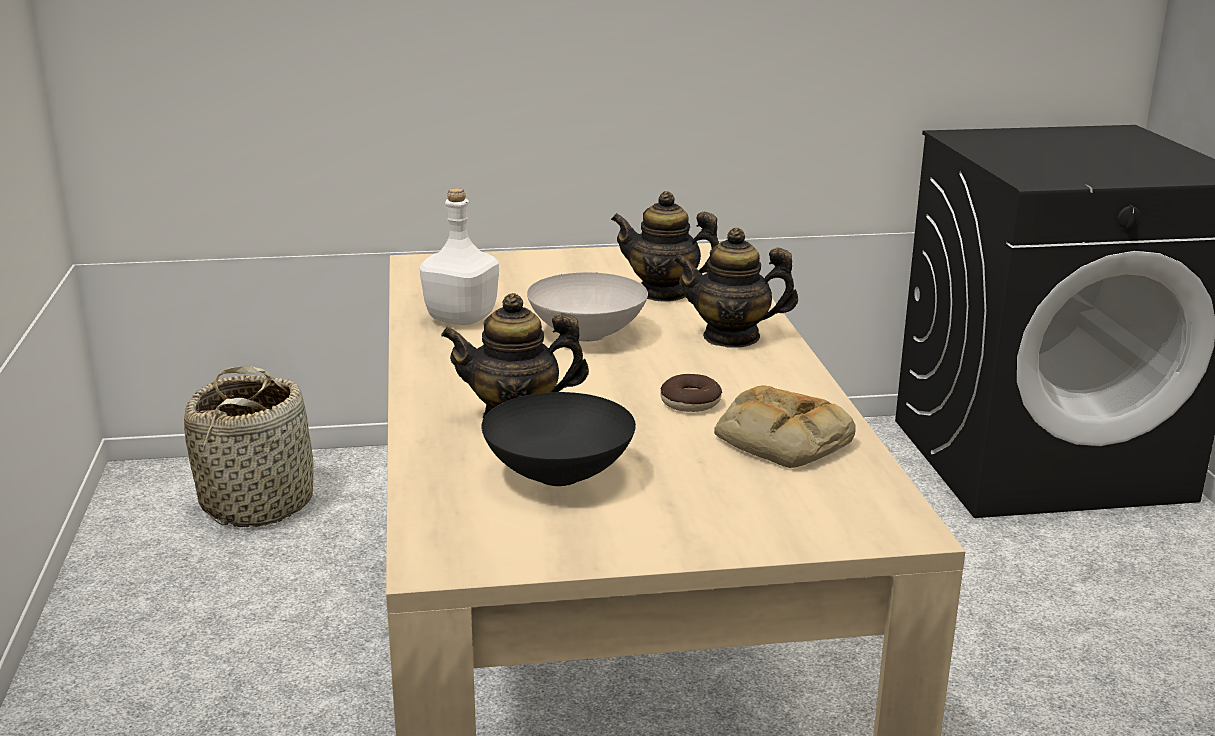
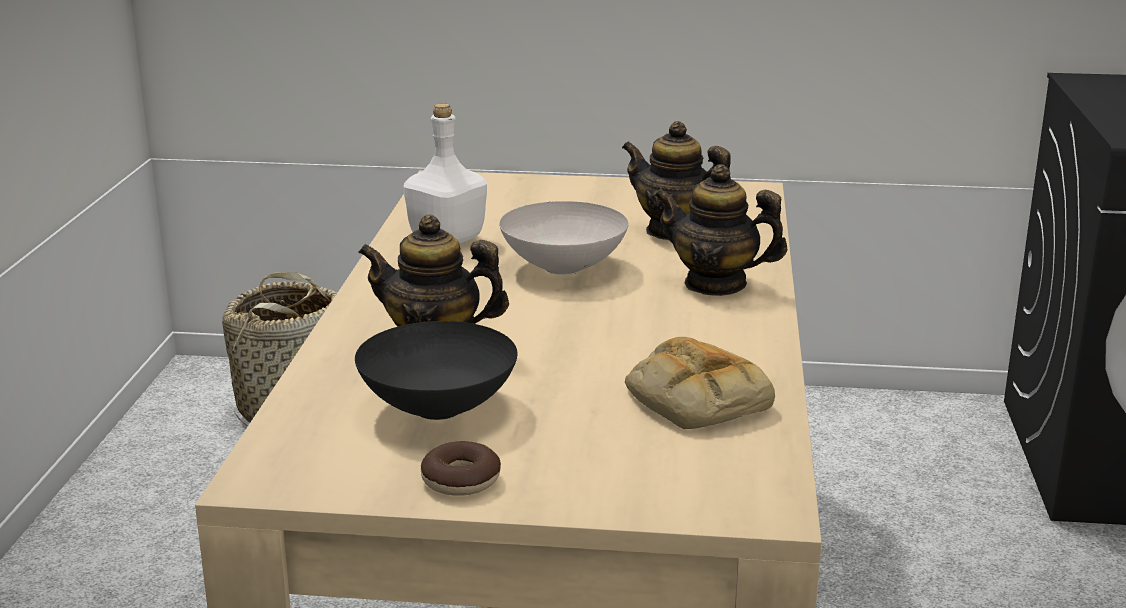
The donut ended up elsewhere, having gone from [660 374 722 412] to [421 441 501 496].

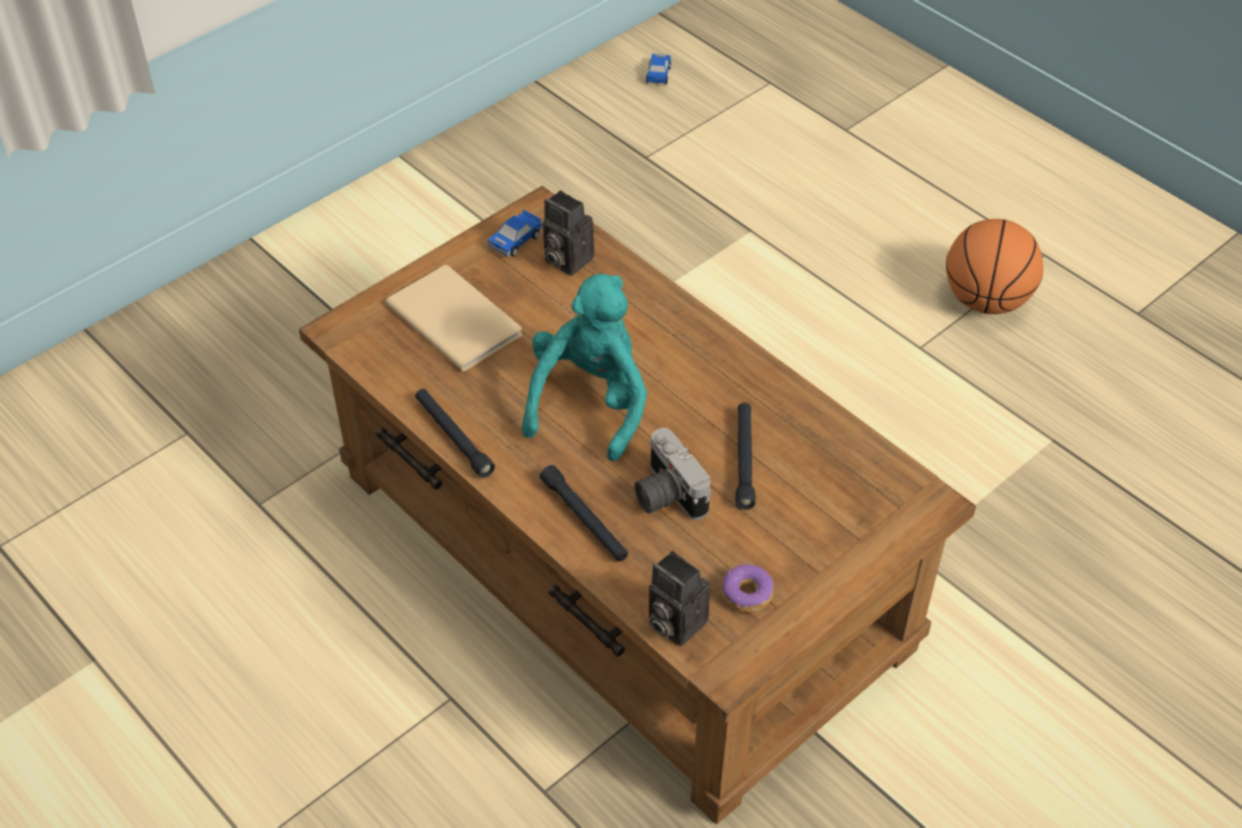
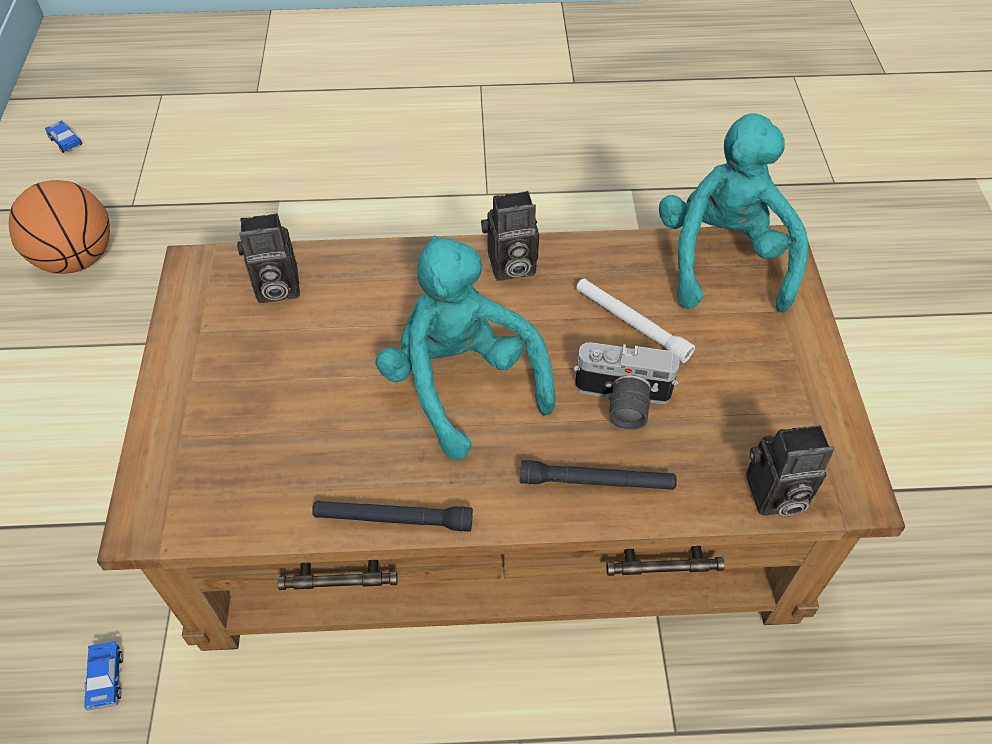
The second view lost the beige book at [386 265 522 371].
The second view lost the donut at [722 564 773 613].
The second view gained the photo camera at [481 191 539 281].
The second view gained the turquoise plush toy at [659 113 808 312].
The toy car ended up elsewhere, having gone from [487 210 542 257] to [84 641 123 711].
The basketball ended up elsewhere, having gone from [946 219 1043 314] to [9 180 110 274].
What was the black flashlight at [735 403 756 510] turned into the white flashlight at [577 278 695 363].

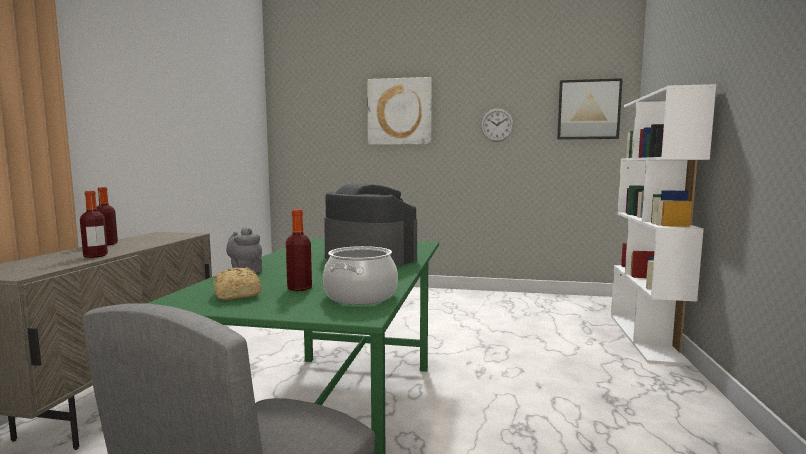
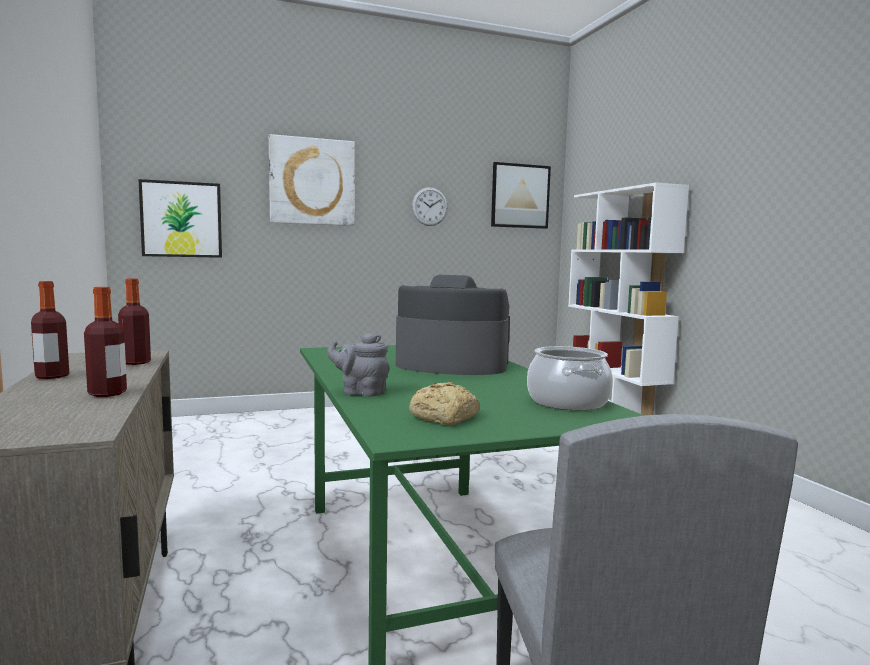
The second view gained the picture at [138 179 222 258].
The bottle ended up elsewhere, having gone from [286 209 312 291] to [118 279 151 365].

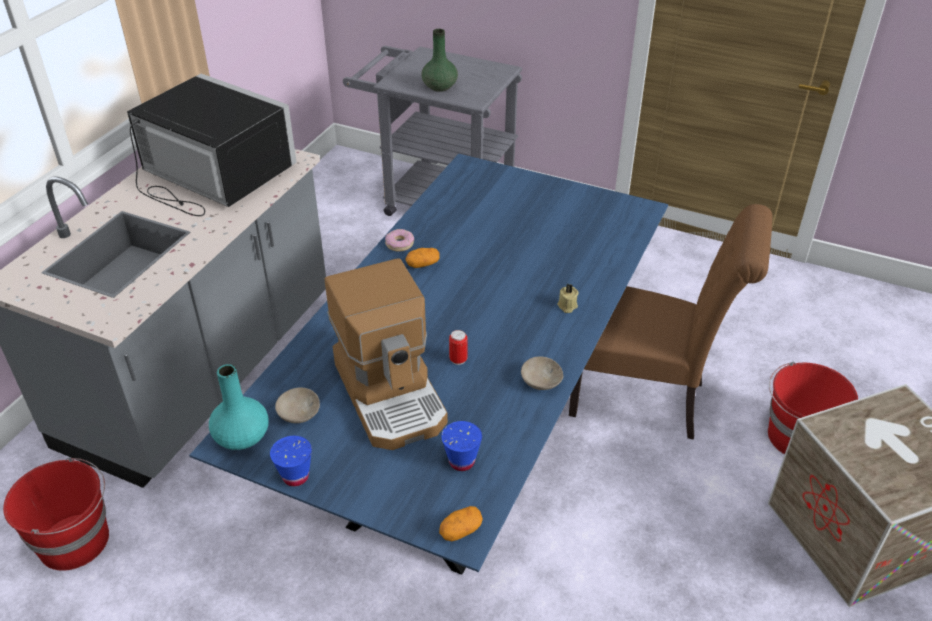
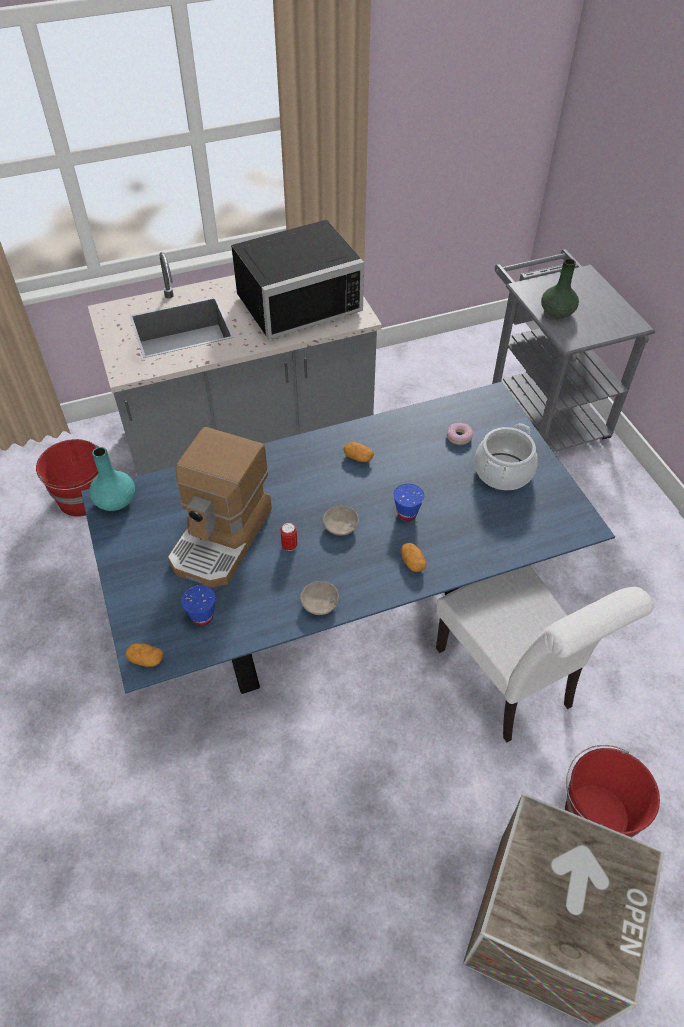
The second view gained the cooking pot at [474 423 538 490].
The blue cup ended up elsewhere, having gone from [270 436 312 487] to [394 484 424 521].
The beige bowl ended up elsewhere, having gone from [275 387 320 423] to [323 506 359 536].
The donut ended up elsewhere, having gone from [385 229 414 252] to [447 423 473 445].
Where the beige candle stood at [557 284 578 313], the potato came to stand at [401 543 427 572].
What was the brown chair at [569 204 772 440] turned into the white chair at [436 565 654 743].
The black microwave at [127 74 297 216] ended up facing another way, 75 degrees clockwise from before.

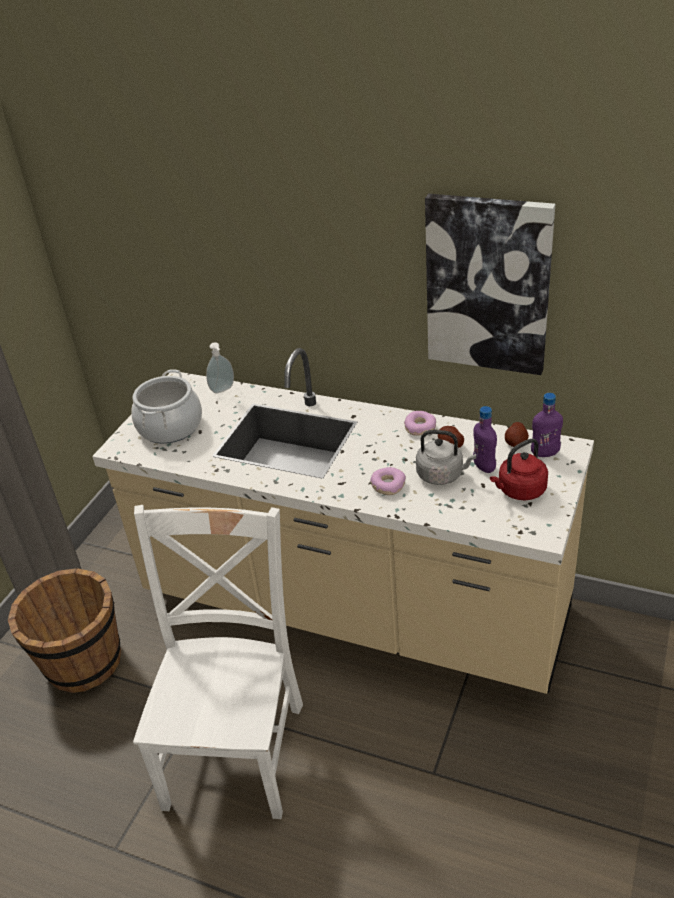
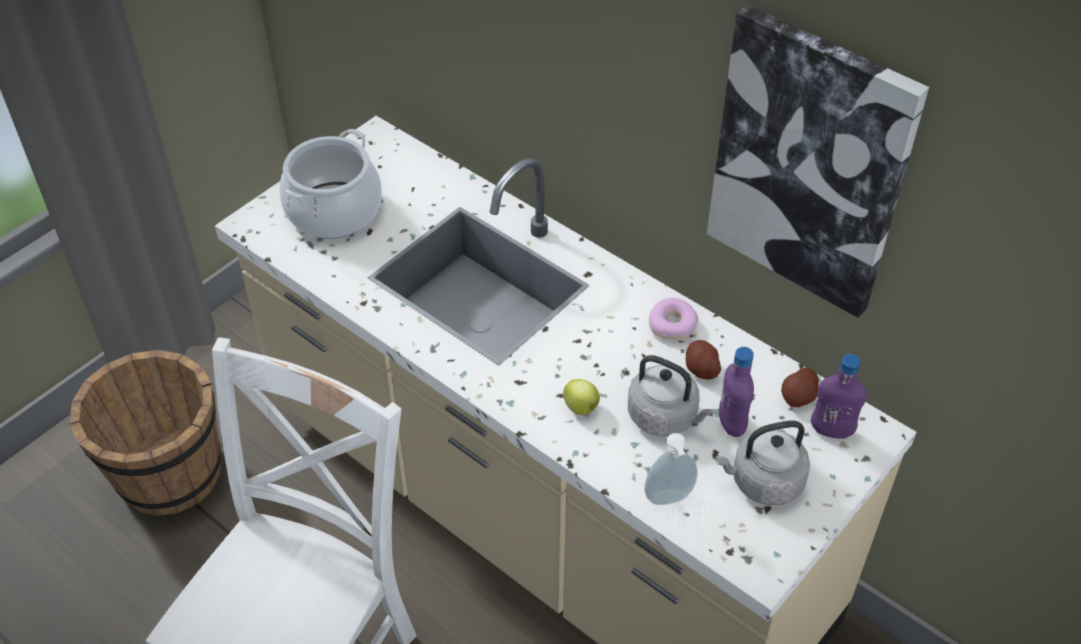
The soap dispenser ended up elsewhere, having gone from [206 342 234 394] to [644 433 698 505].
Where the donut stood at [370 467 406 495], the apple came to stand at [563 379 600 415].
What was the red kettle at [490 439 548 501] turned into the grey kettle at [715 421 810 505].

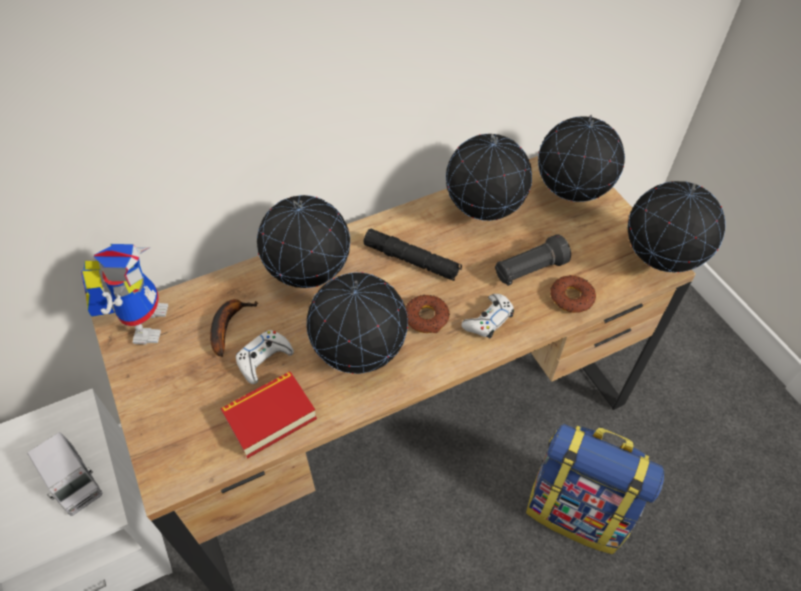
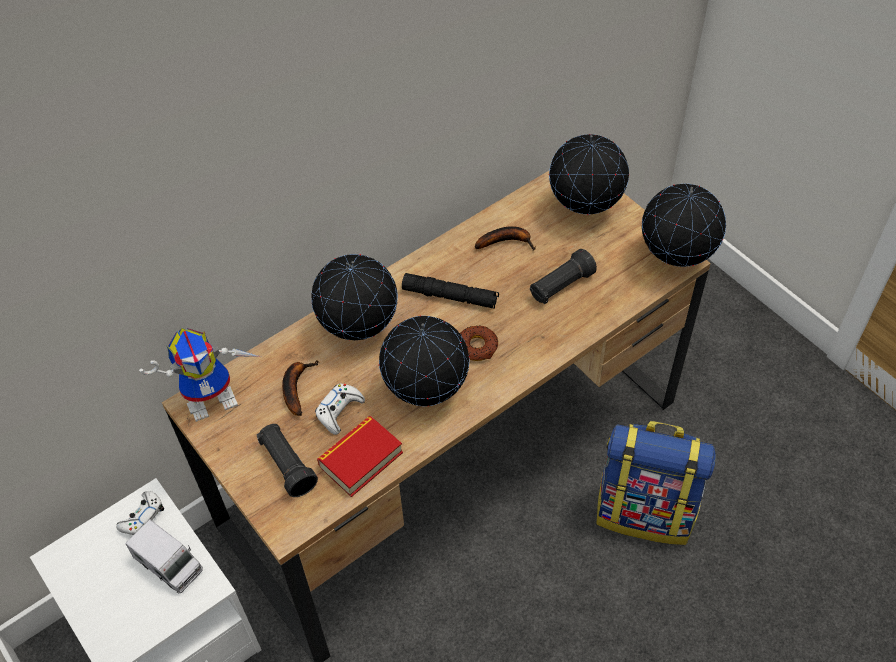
The second view lost the donut at [550 275 596 313].
The second view gained the black flashlight at [256 424 318 497].
The white game controller ended up elsewhere, having gone from [462 294 514 338] to [116 491 164 535].
Where the globe stood at [446 134 532 221], the banana came to stand at [475 226 536 250].
The toy robot at [81 244 168 345] ended up facing another way, 75 degrees clockwise from before.

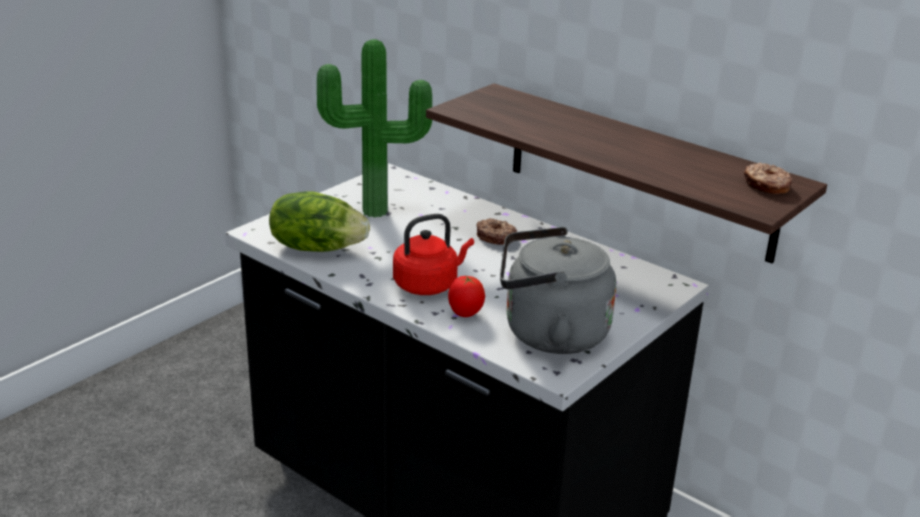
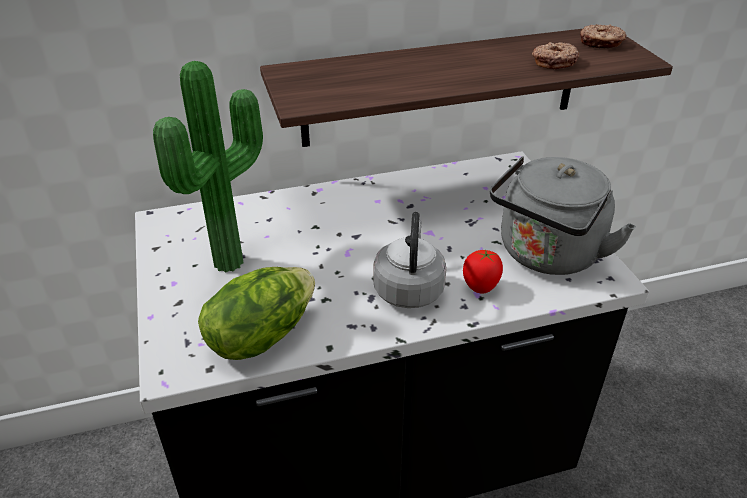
The donut ended up elsewhere, having gone from [477 218 517 245] to [532 42 579 69].
What was the red kettle at [393 214 474 295] turned into the grey kettle at [373 212 447 308].

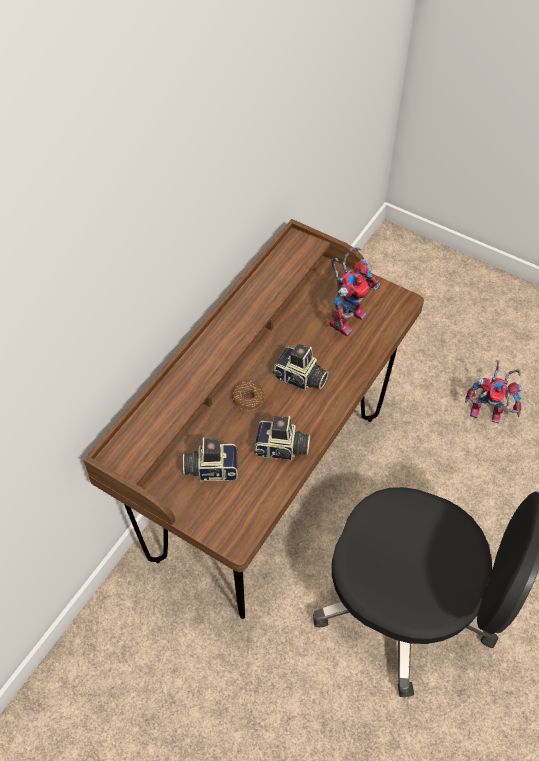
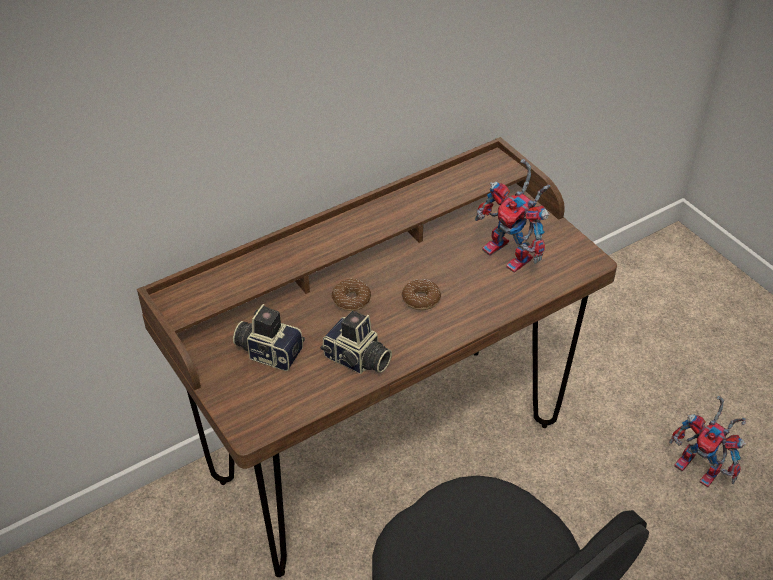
Where the photo camera stood at [273 344 329 390], the donut came to stand at [401 279 441 310].
The toy robot at [330 247 380 337] ended up facing another way, 75 degrees clockwise from before.

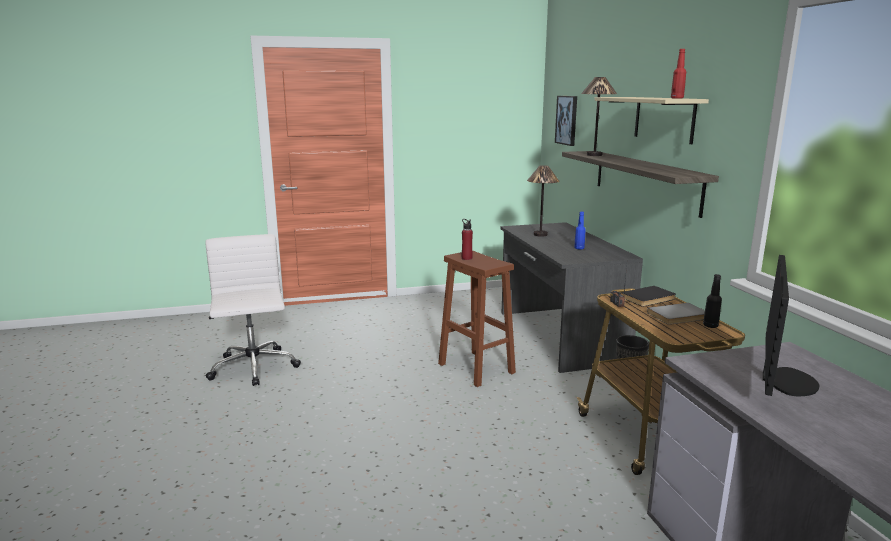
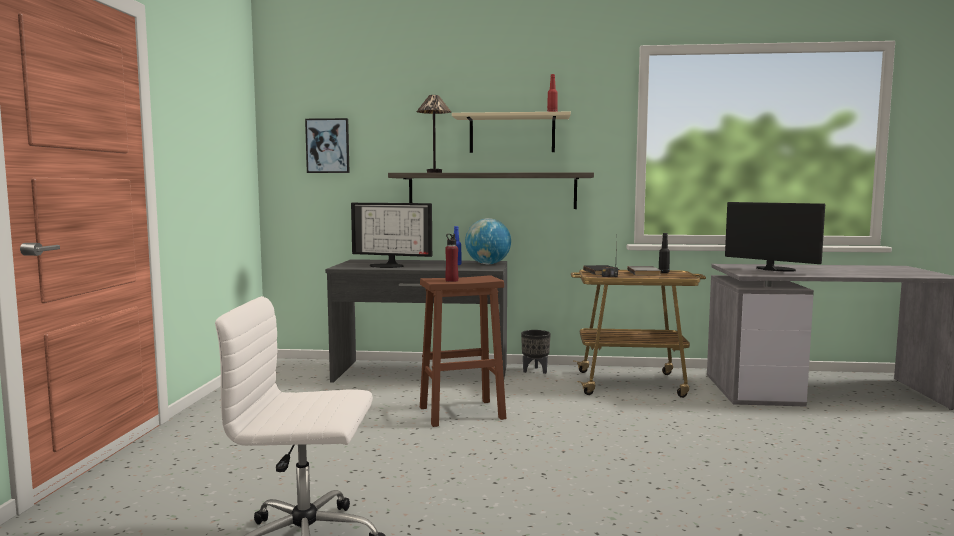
The second view gained the globe at [465 218 511 264].
Where the table lamp stood at [527 165 560 237], the monitor came to stand at [351 203 432 268].

